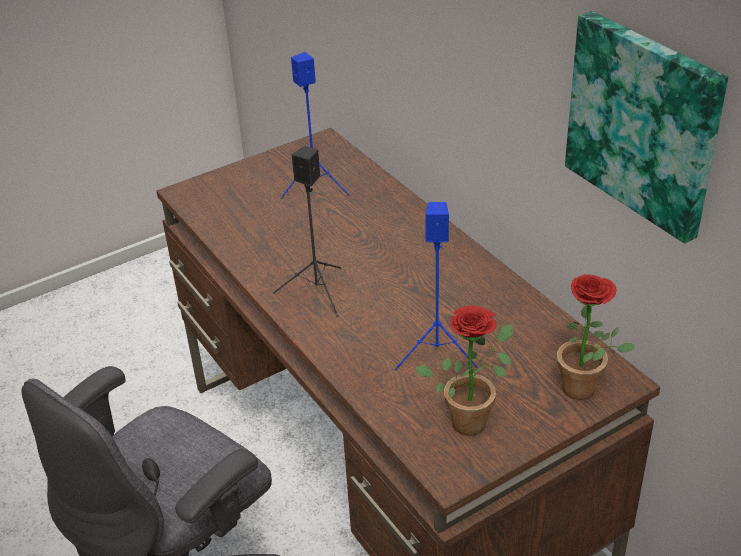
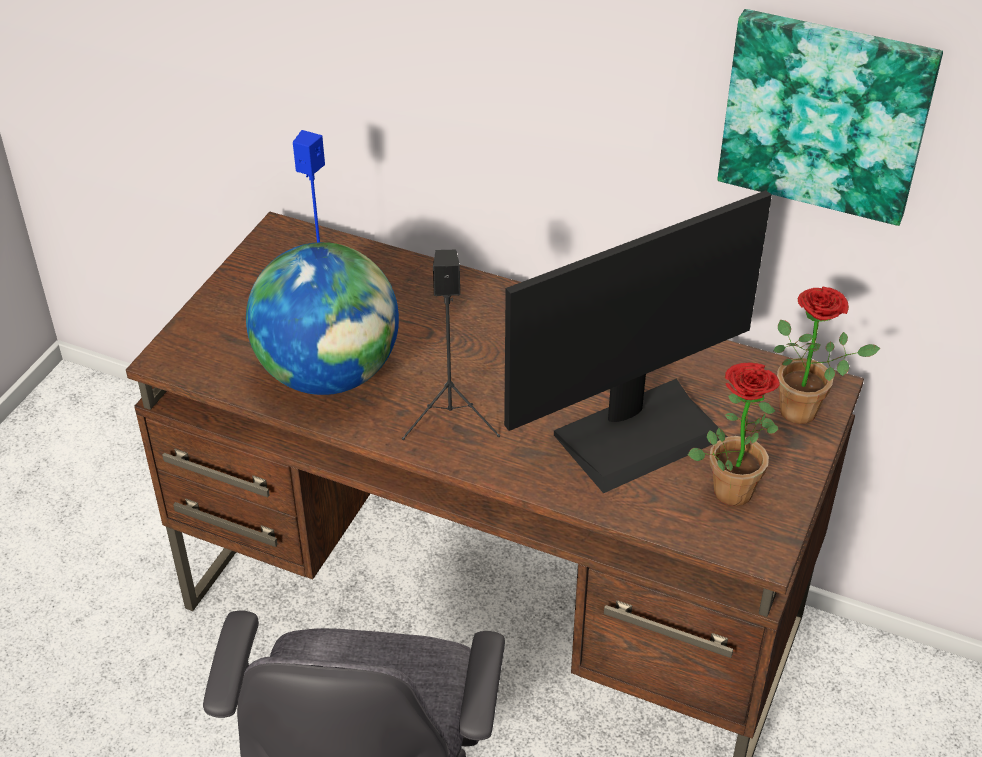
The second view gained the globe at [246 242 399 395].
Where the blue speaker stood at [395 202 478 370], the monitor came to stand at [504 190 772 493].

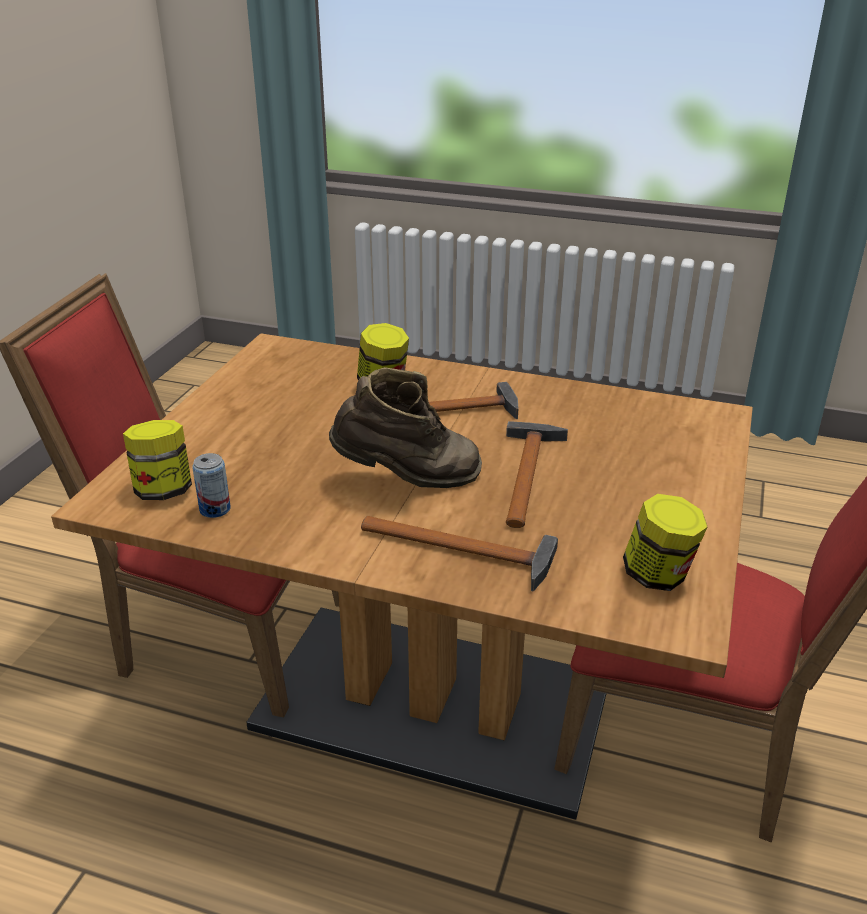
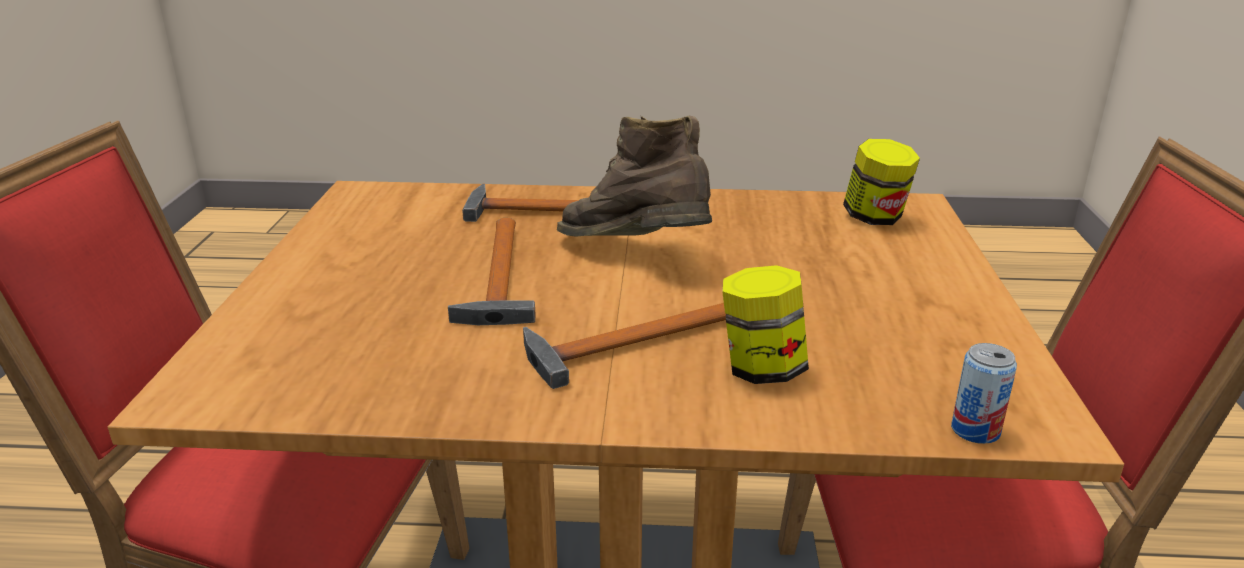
The second view lost the jar at [623 494 707 591].
The can ended up elsewhere, having gone from [192 453 231 518] to [951 343 1017 444].
The brown boot at [329 367 482 488] ended up facing another way, 60 degrees clockwise from before.

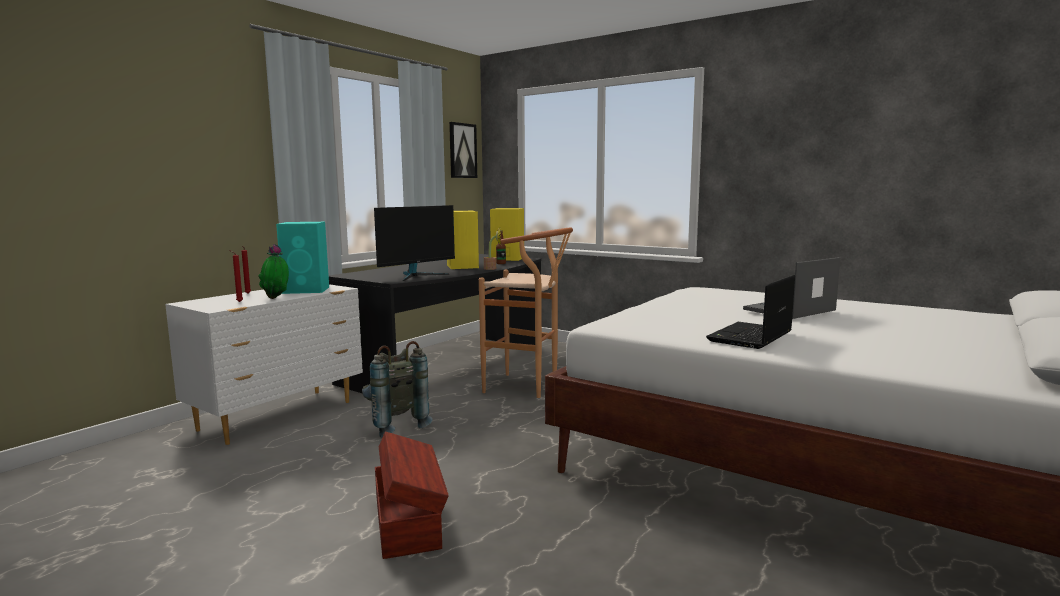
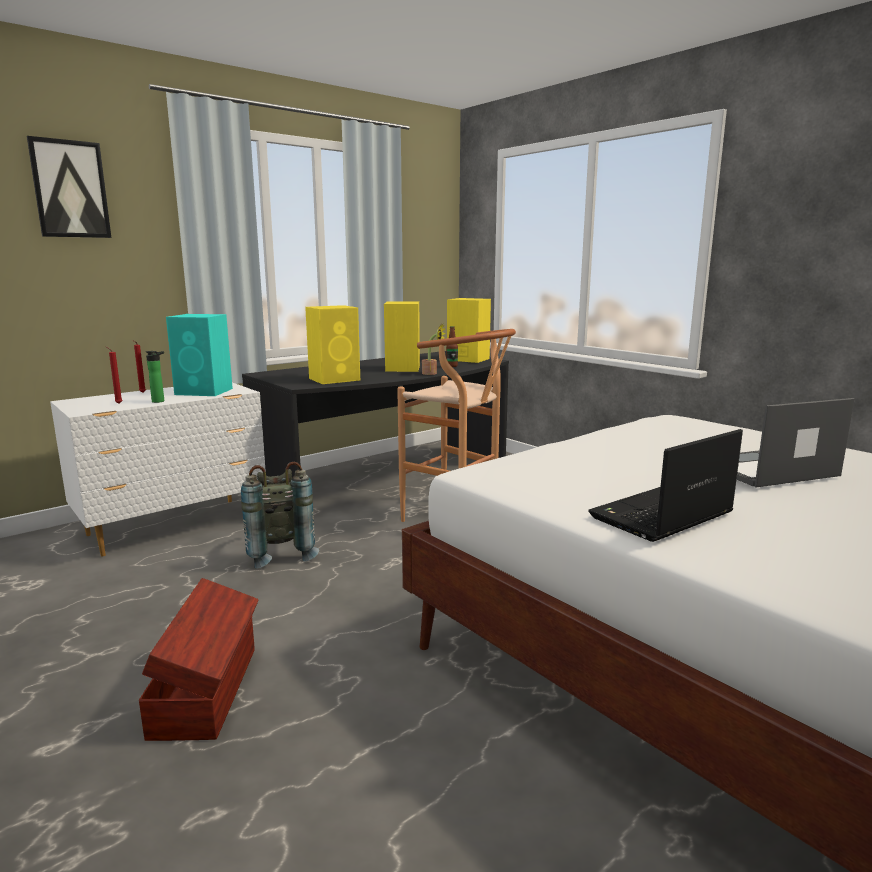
The picture ended up elsewhere, having gone from [449 122 477 178] to [27 136 111 238].
Where the potted plant stood at [258 244 289 299], the bottle came to stand at [146 351 164 403].
Where the monitor stood at [374 205 455 281], the yellow speaker came to stand at [305 305 360 384].

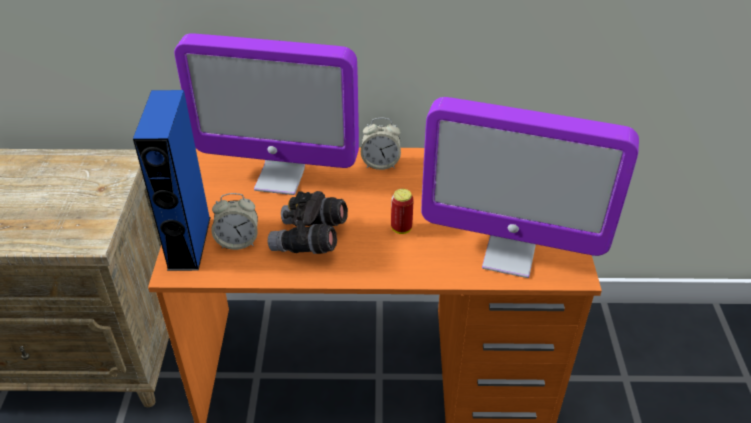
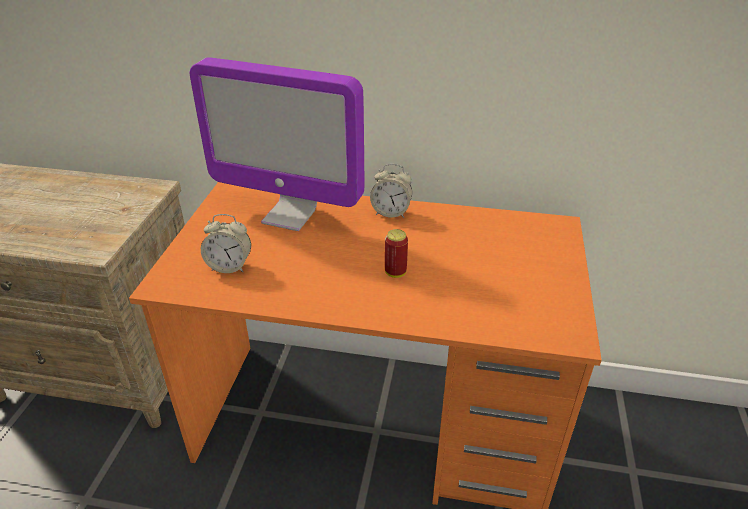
The second view lost the blue speaker at [133 90 211 271].
The second view lost the grey binoculars at [268 191 348 254].
The second view lost the monitor at [421 97 639 278].

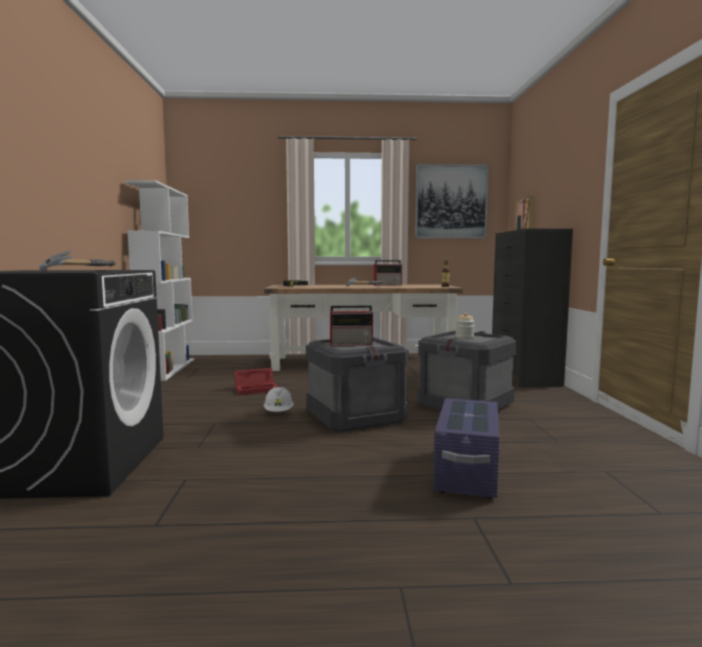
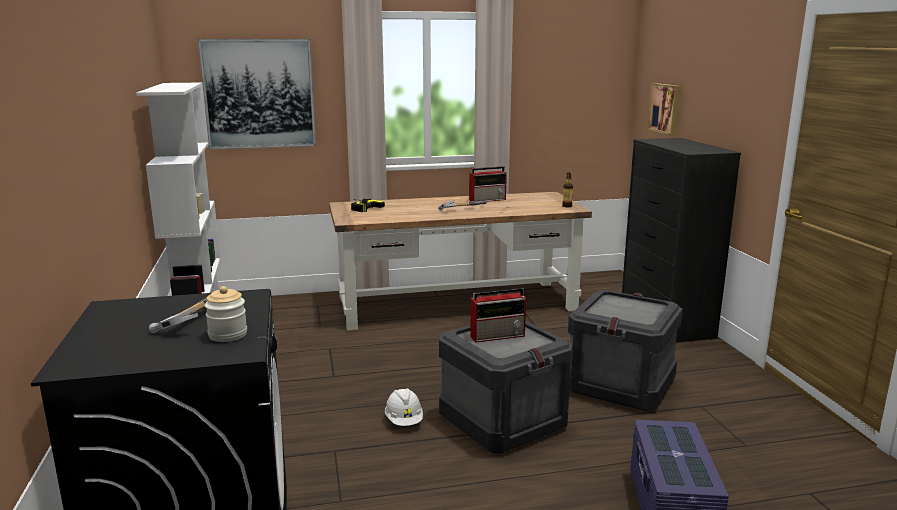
The second view lost the red storage box at [234 368 278 395].
The picture ended up elsewhere, having gone from [415 164 489 238] to [198 39 316 150].
The jar ended up elsewhere, having gone from [455 313 475 339] to [205 286 247 342].

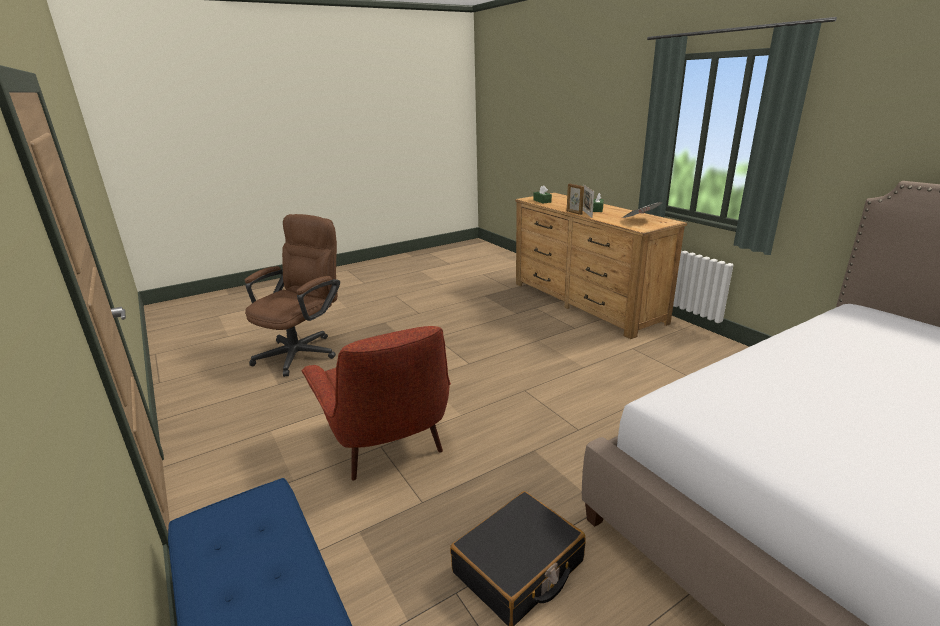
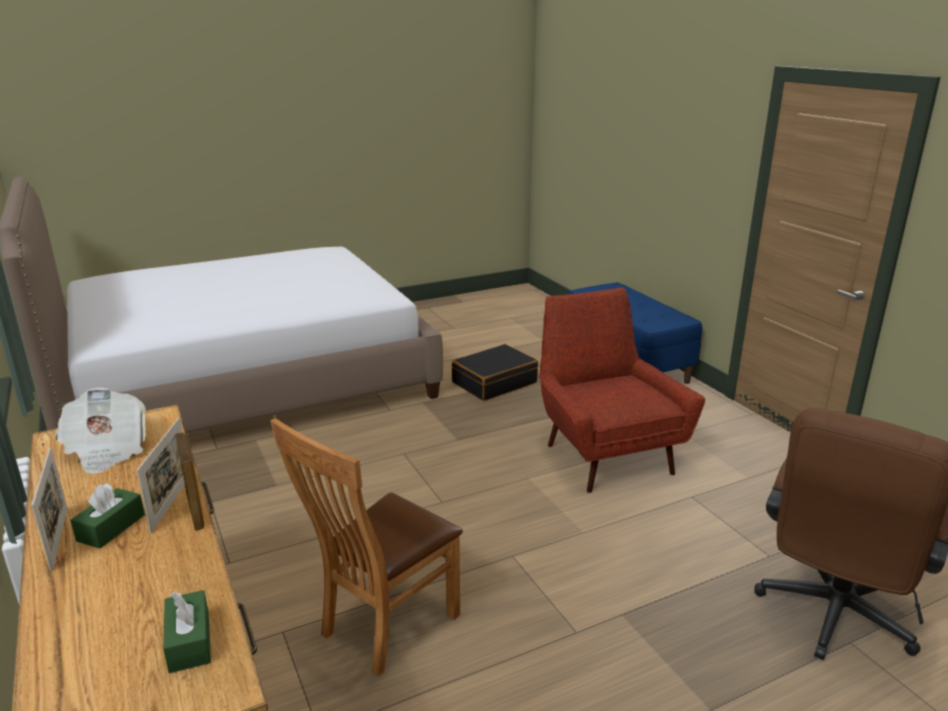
The second view gained the picture frame at [32 447 67 571].
The second view gained the brown chair at [270 418 463 676].

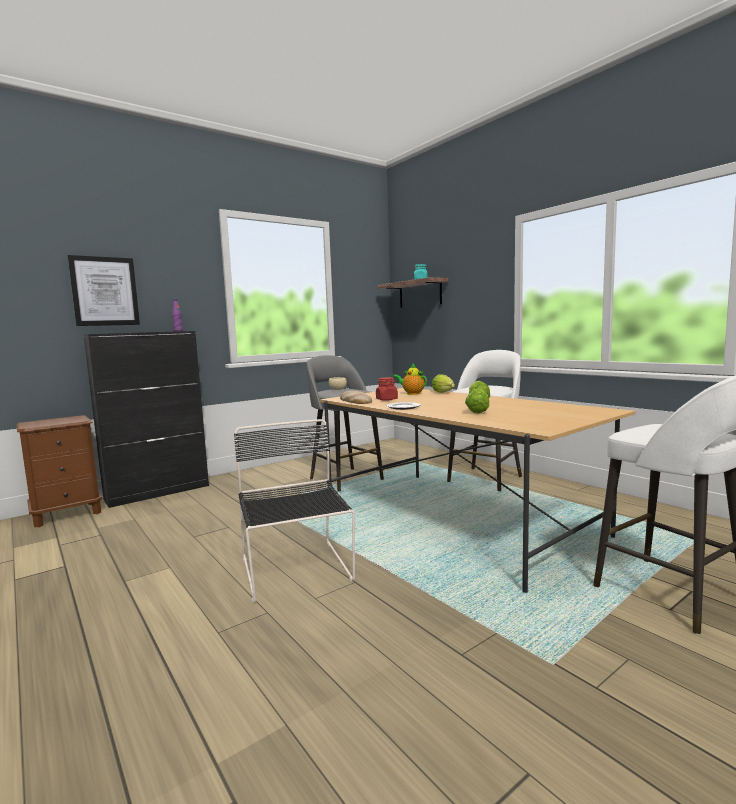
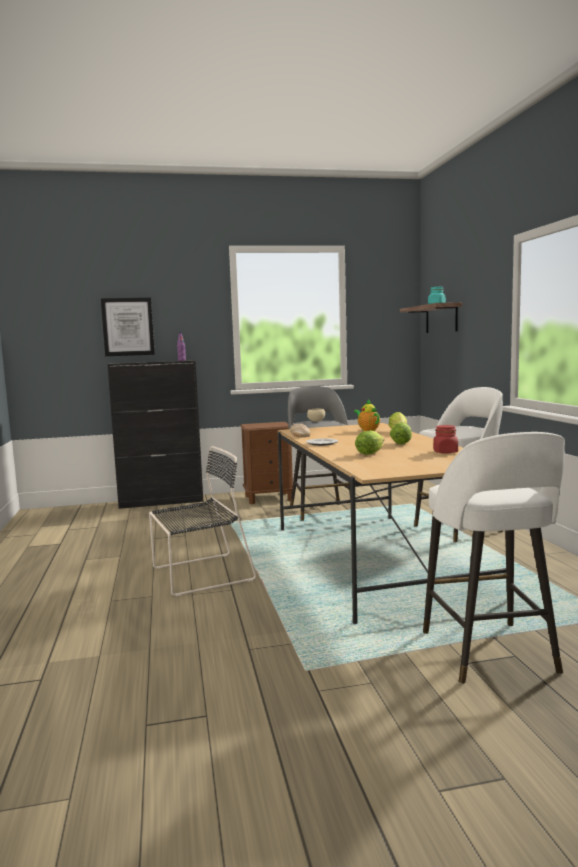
The brown nightstand ended up elsewhere, having gone from [16 415 102 527] to [240 422 293 504].
The red jar ended up elsewhere, having gone from [376 377 398 401] to [433 425 458 454].
The black chair at [234 419 355 603] ended up facing another way, 60 degrees clockwise from before.

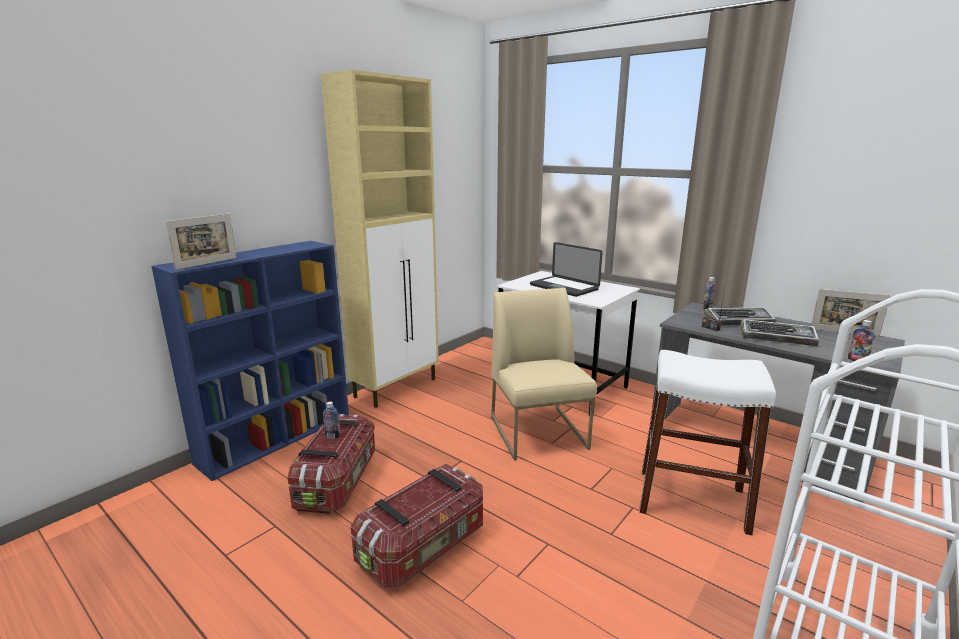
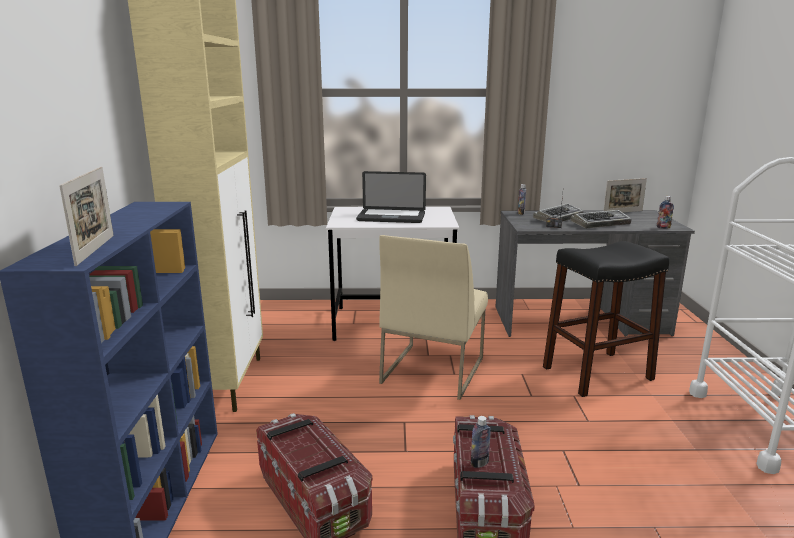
The bottle ended up elsewhere, having gone from [323 401 341 439] to [471 416 491 468].
What was the white stool at [639 350 776 536] turned into the black stool at [543 241 669 397].
The beige chair at [491 288 597 460] ended up facing another way, 105 degrees counterclockwise from before.

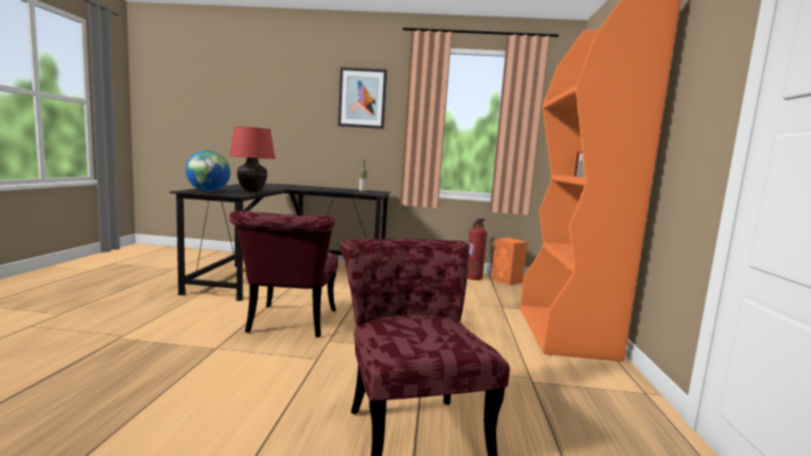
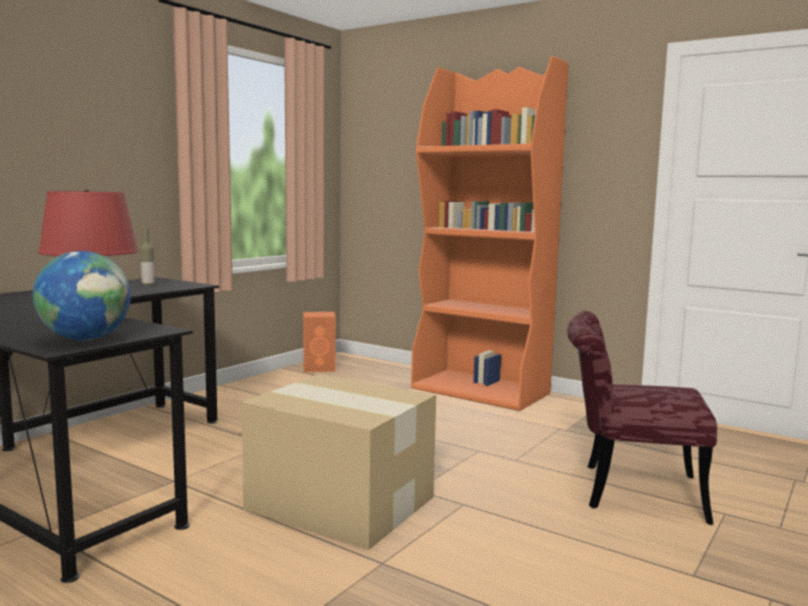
The second view lost the picture at [338 67 387 129].
The second view lost the fire extinguisher at [467 219 487 280].
Where the red chair stood at [229 211 338 337], the cardboard box came to stand at [241 374 436 550].

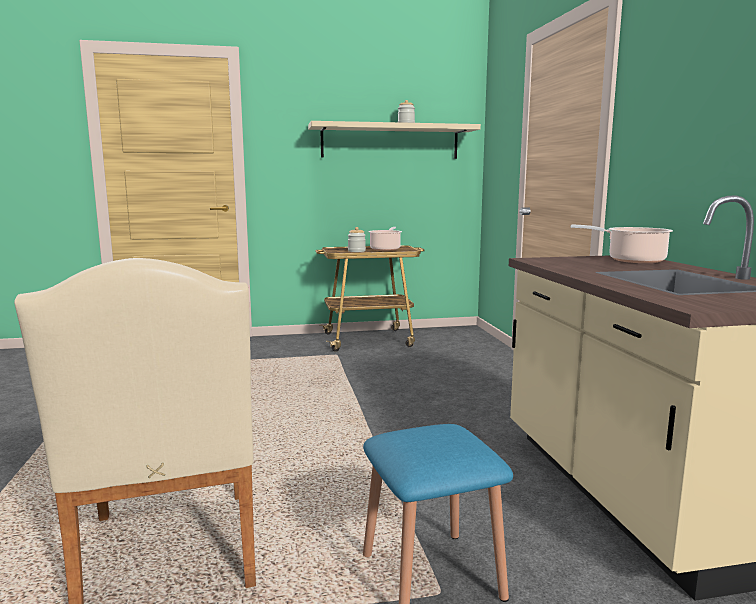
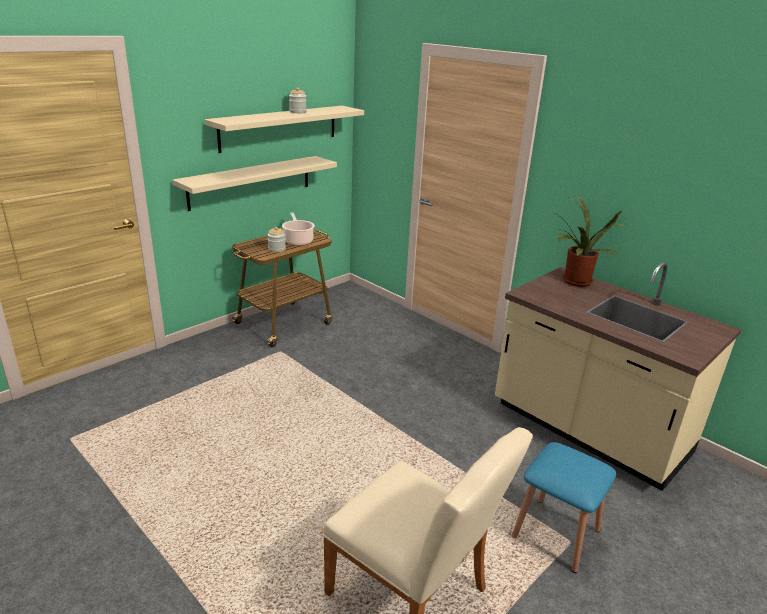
The second view gained the beige shelf at [172 156 337 211].
Where the cooking pot stood at [571 224 673 263], the potted plant came to stand at [549 194 627 287].

